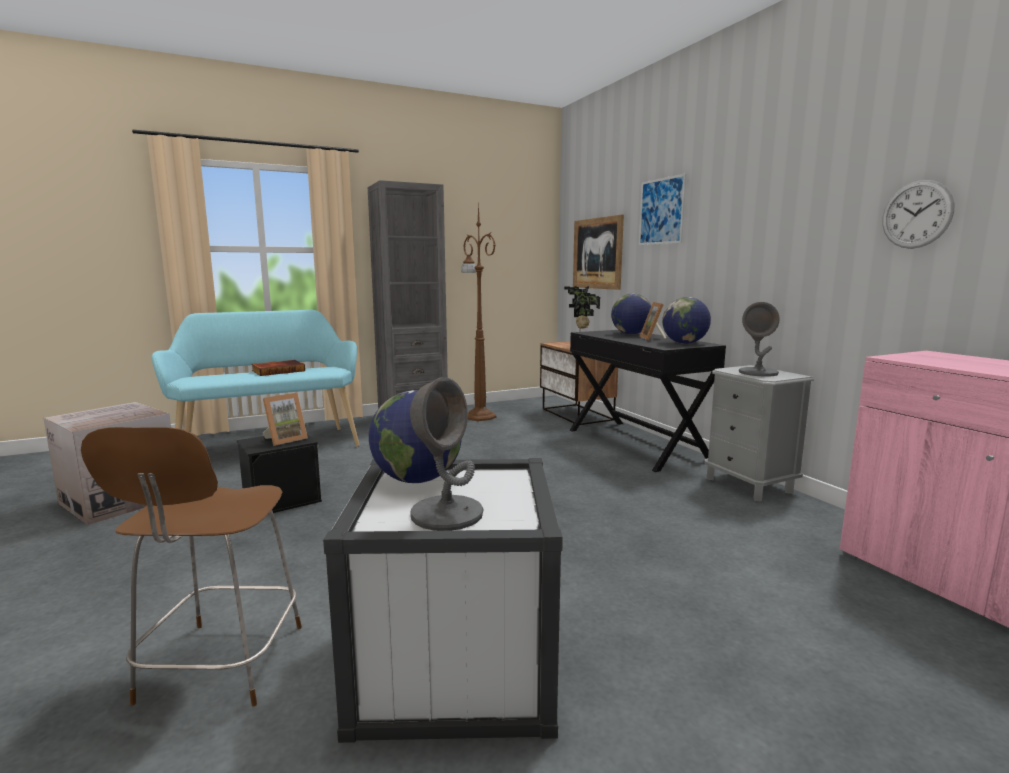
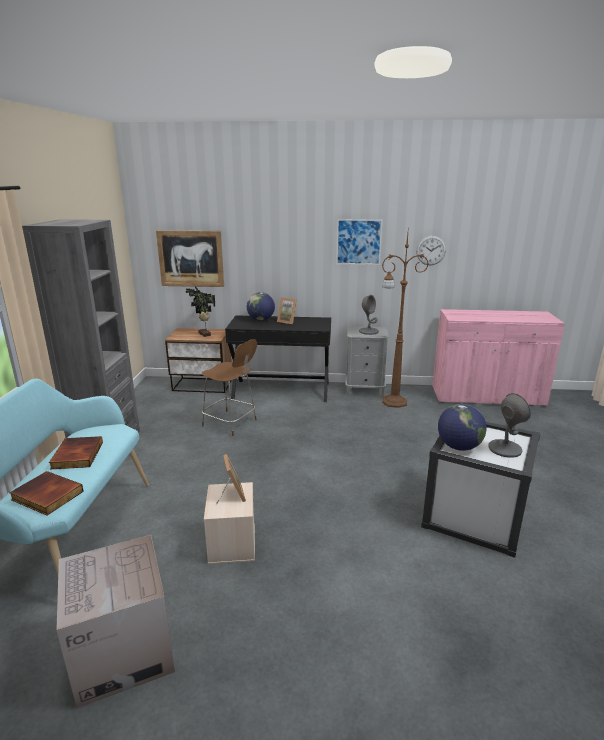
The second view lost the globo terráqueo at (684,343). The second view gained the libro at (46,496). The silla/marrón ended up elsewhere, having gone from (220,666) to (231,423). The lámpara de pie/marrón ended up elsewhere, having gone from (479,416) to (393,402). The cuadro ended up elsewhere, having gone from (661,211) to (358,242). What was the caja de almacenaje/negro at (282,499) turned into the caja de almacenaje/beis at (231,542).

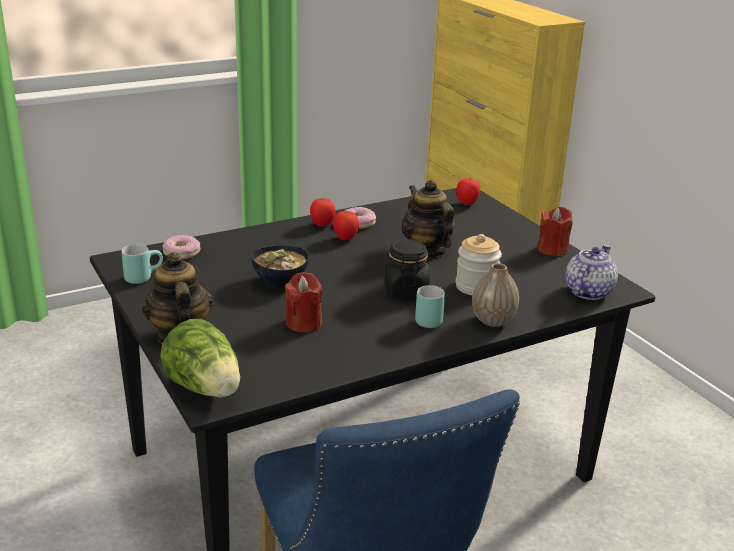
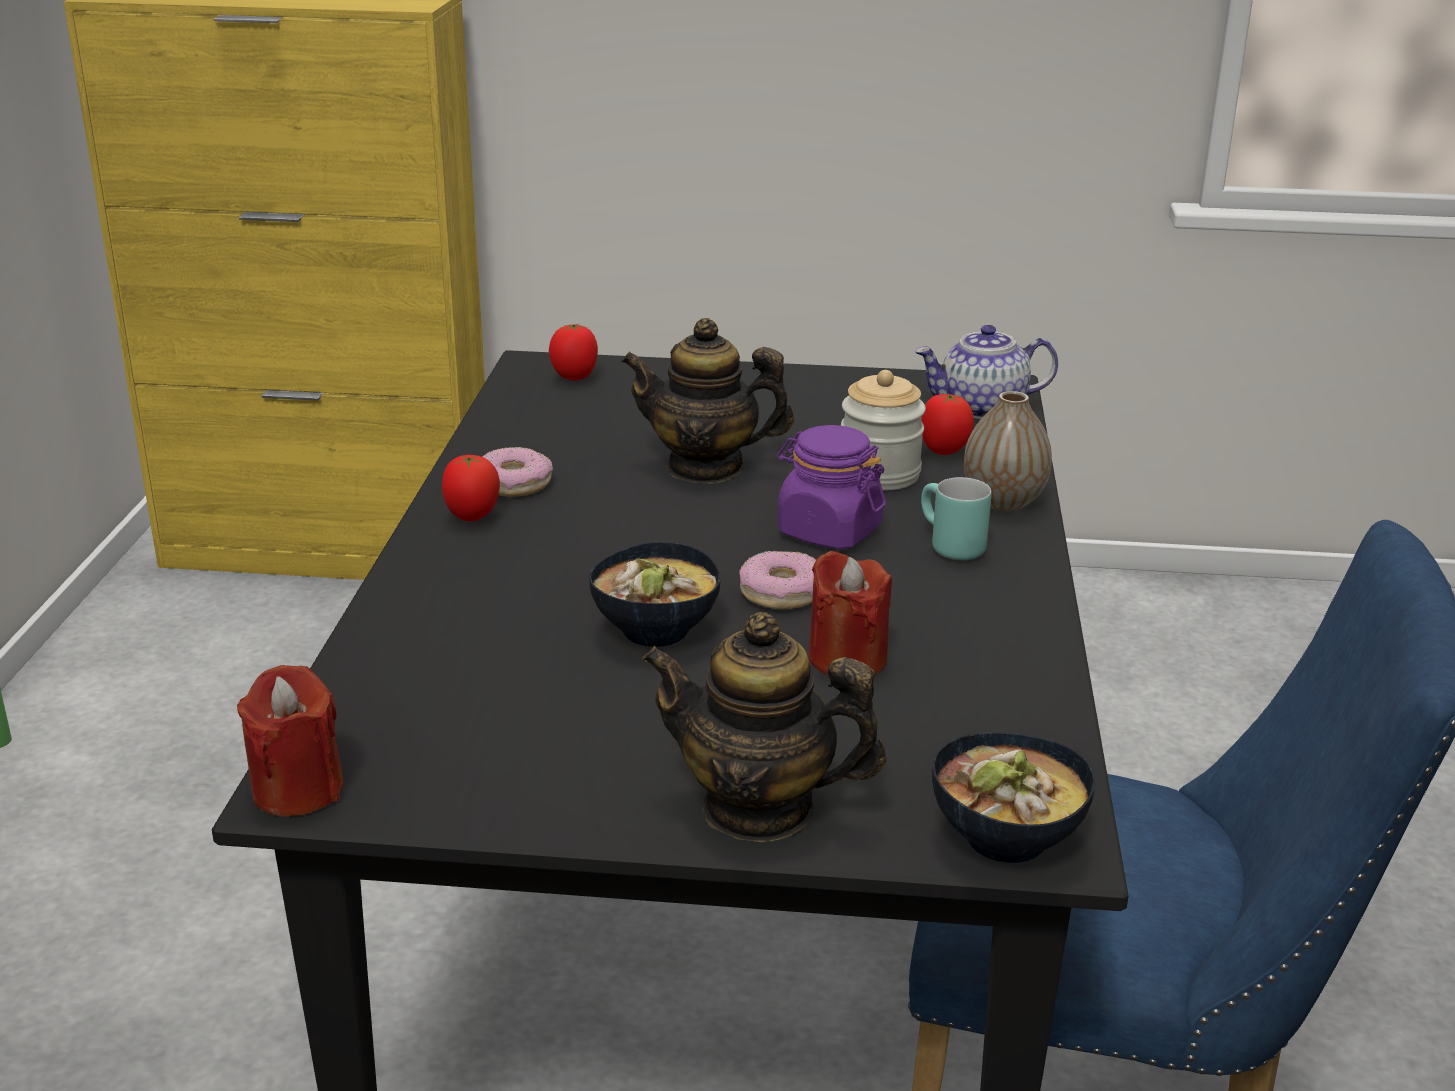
The second view lost the taza grande/turquesa at (143,277). The rosquilla ended up elsewhere, having gone from (182,253) to (781,592). The tomate ended up elsewhere, having gone from (345,238) to (944,451). The vela/rojo ended up elsewhere, having gone from (552,249) to (297,790). Where the lechuga stood at (205,388), the cuenco came to stand at (1003,837). What was the tarro/negro at (406,290) turned into the tarro/morado at (828,531). The tetera at (588,291) ended up facing another way, 75 degrees counterclockwise from before.

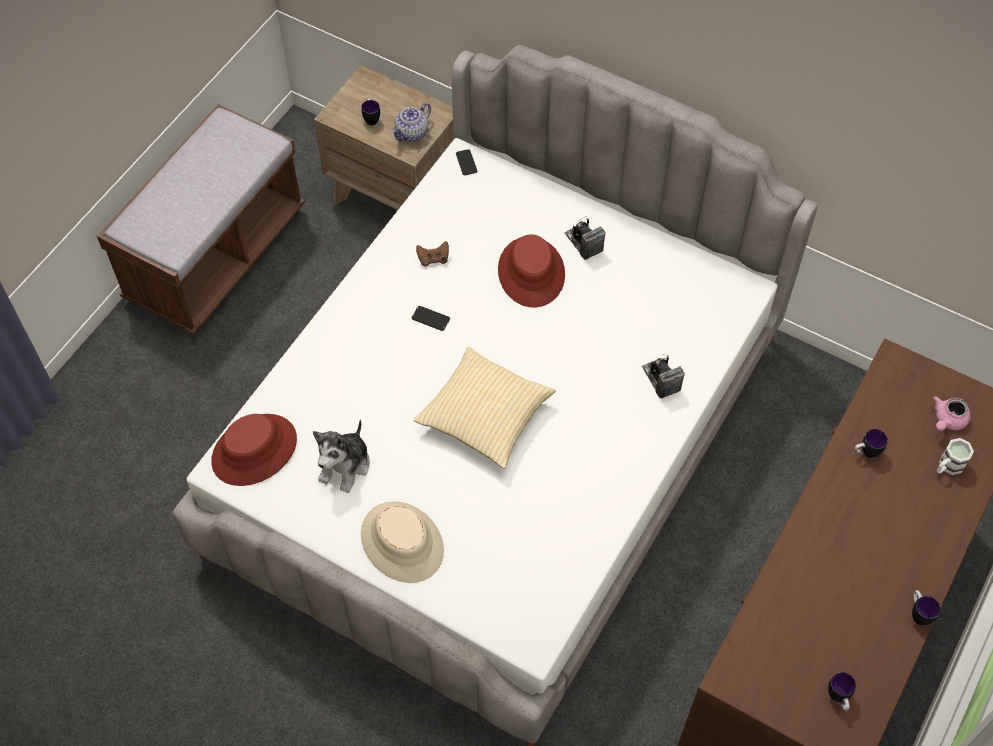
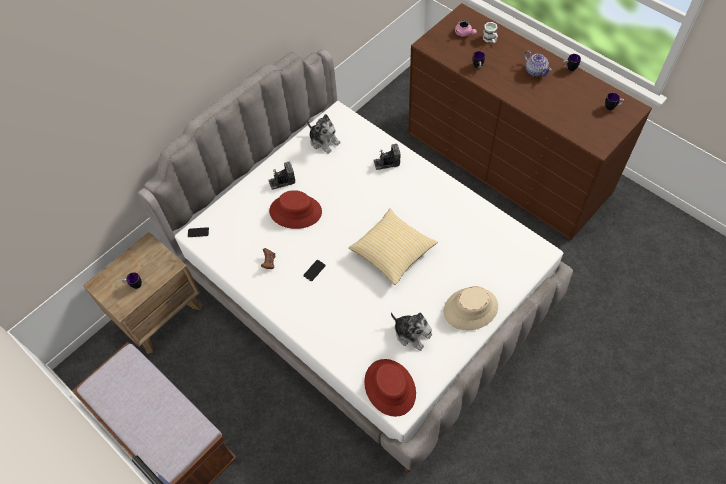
The second view gained the peluche at (324,141). The tetera ended up elsewhere, having gone from (412,133) to (535,71).

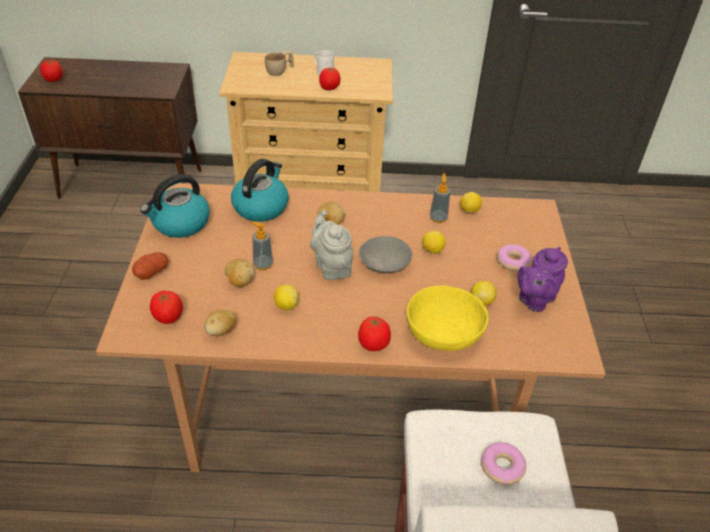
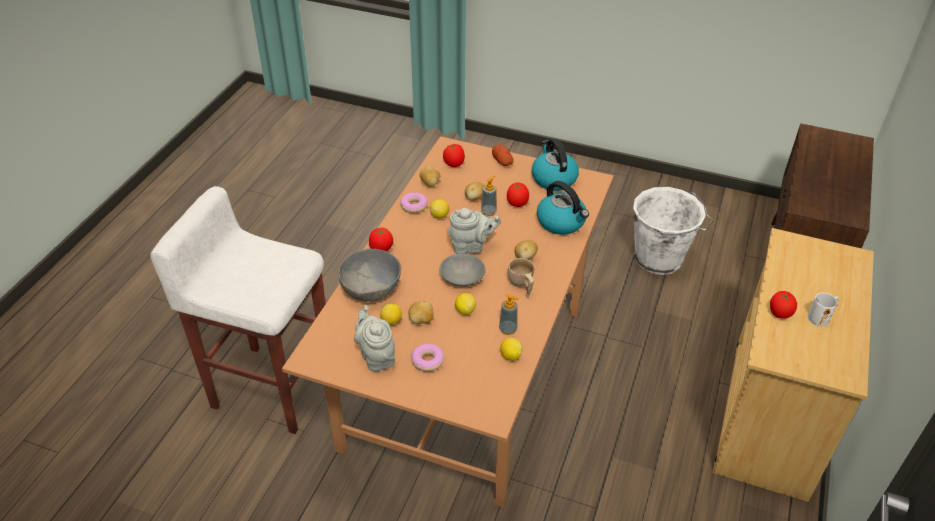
The second view gained the patata at (421,320). The second view gained the cubo/blanco at (660,259). The tomate ended up elsewhere, having gone from (54,80) to (517,203). The taza/beis ended up elsewhere, having gone from (280,71) to (521,285). The rosquilla ended up elsewhere, having gone from (502,467) to (414,206). What was the cuenco/amarillo at (443,333) turned into the cuenco/gris at (371,288). What was the tetera/morado at (534,299) turned into the tetera/gris at (376,356).

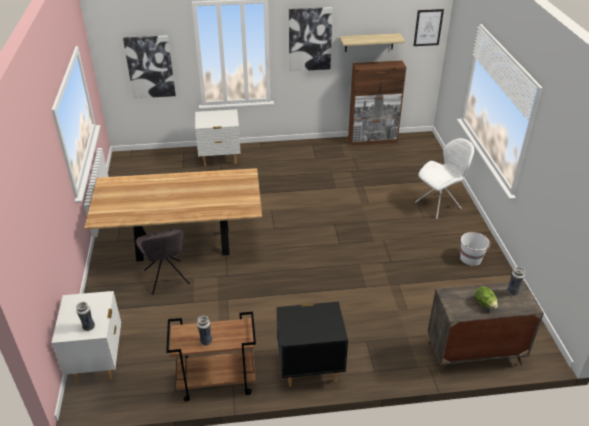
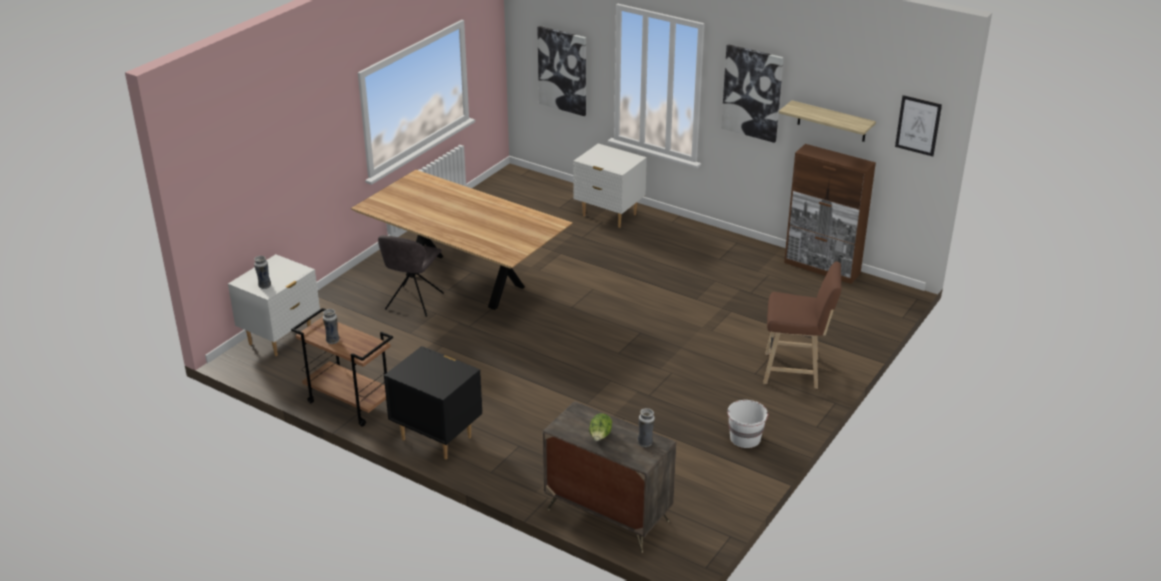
Where the silla/blanco stood at (439,205), the taburete/marrón came to stand at (795,371).

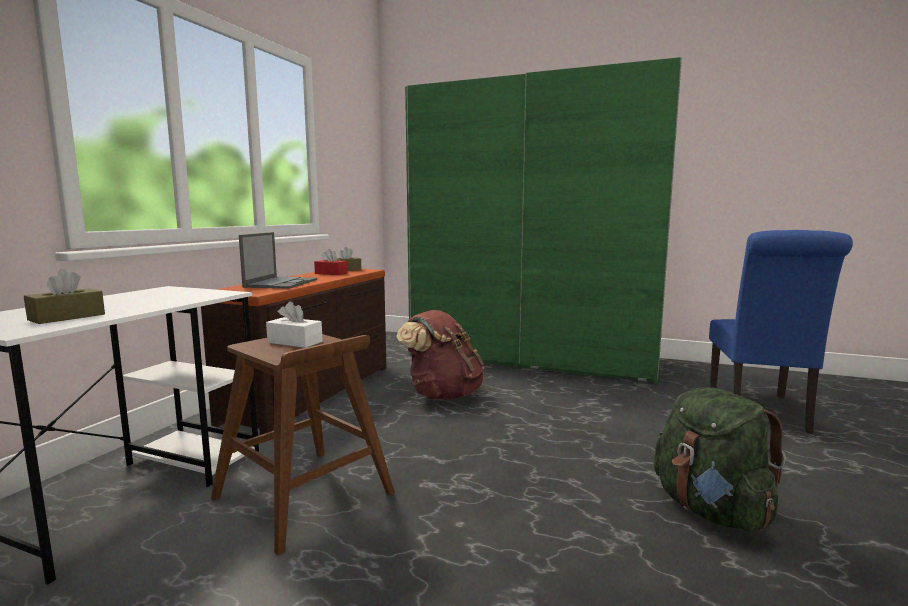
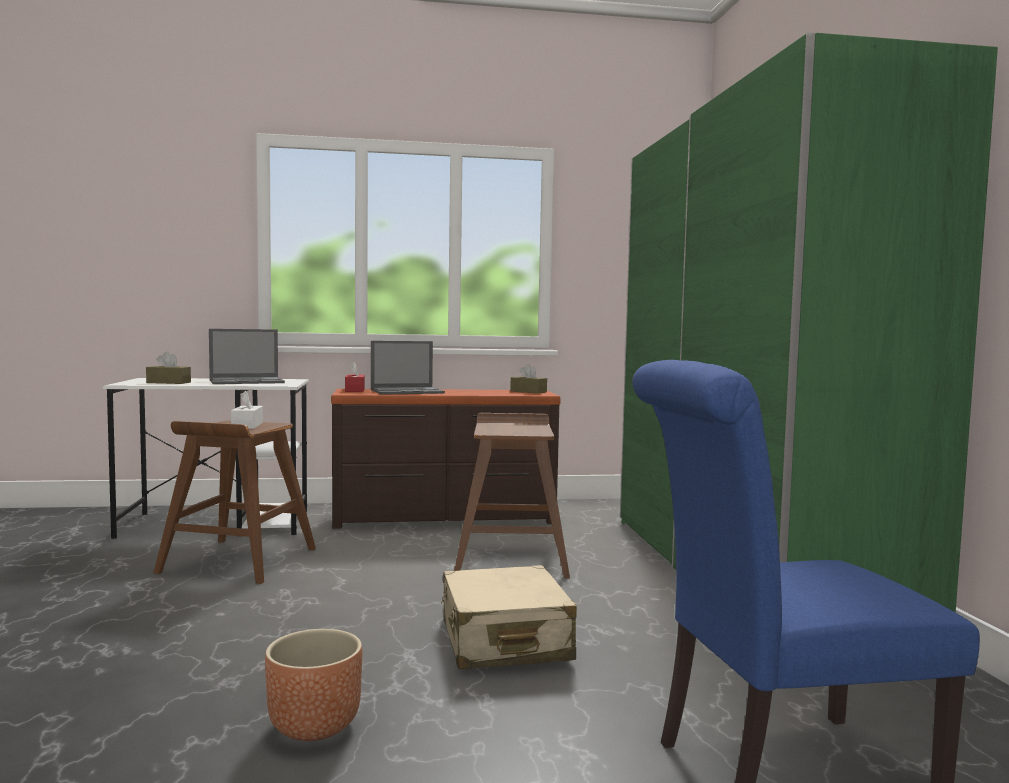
The second view gained the portátil at (247,381). The second view gained the maleta/beis at (504,641). The caja de pañuelos/rojo ended up elsewhere, having gone from (331,273) to (355,390). Where the mochila/marrón stood at (443,395), the taburete/marrón came to stand at (511,558). Where the mochila/verde stood at (710,510), the maceta/marrón came to stand at (314,727).

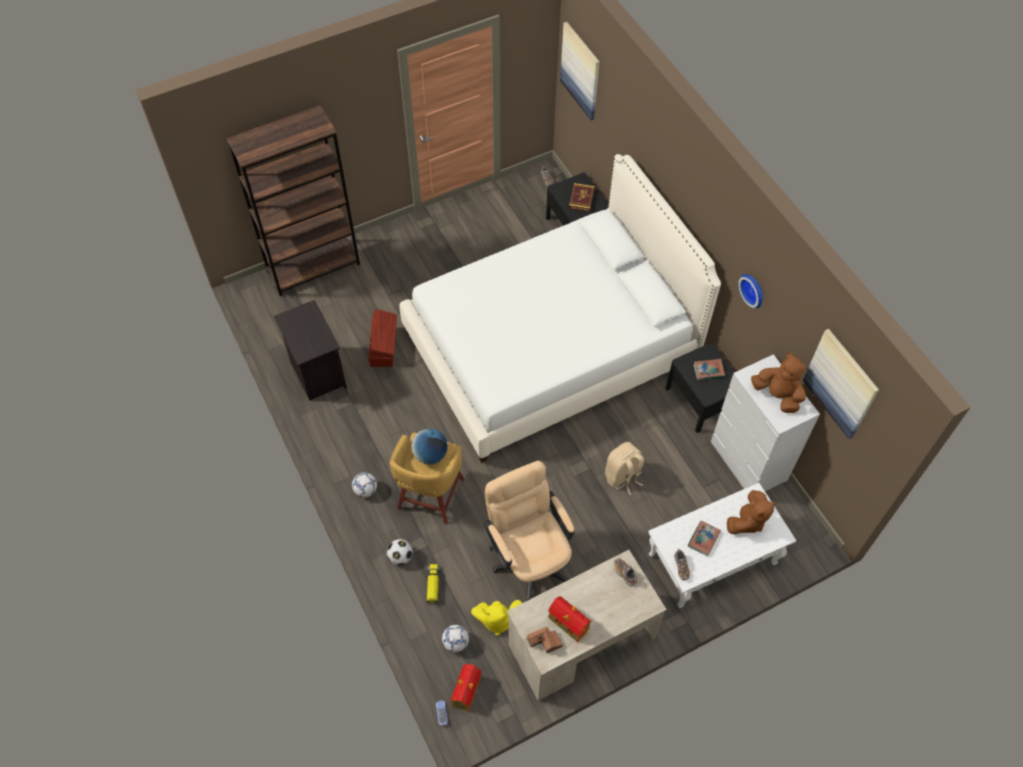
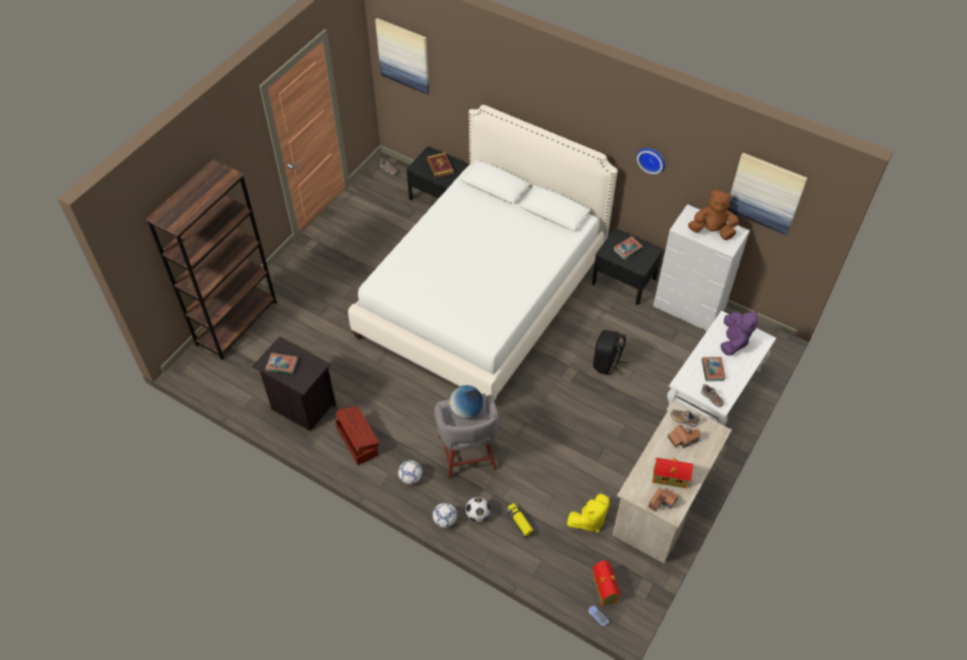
The second view lost the silla de oficina/beis at (529,558). The second view gained the libro at (282,365). The second view gained the casita at (683,439). The caja de almacenaje/marrón ended up elsewhere, having gone from (384,346) to (358,441). The balón de fútbol ended up elsewhere, having gone from (456,642) to (445,520). What was the taburete/amarillo at (429,496) turned into the taburete/gris at (467,455). What was the mochila/beis at (623,476) turned into the mochila/negro at (607,363). What was the peluche/marrón at (747,521) turned into the peluche/morado at (733,341).

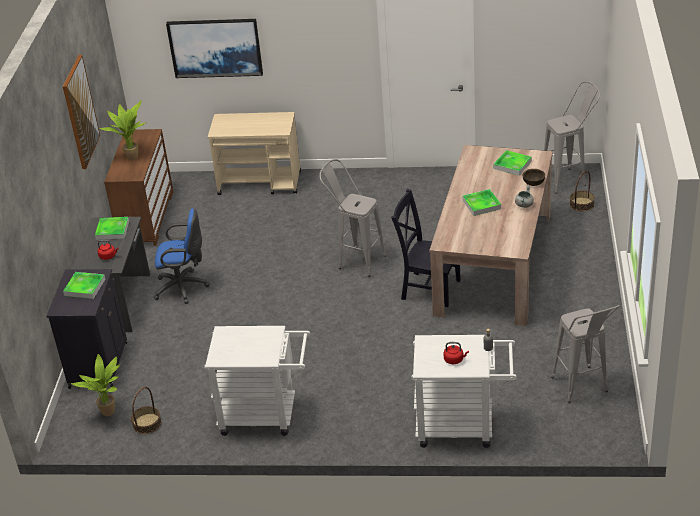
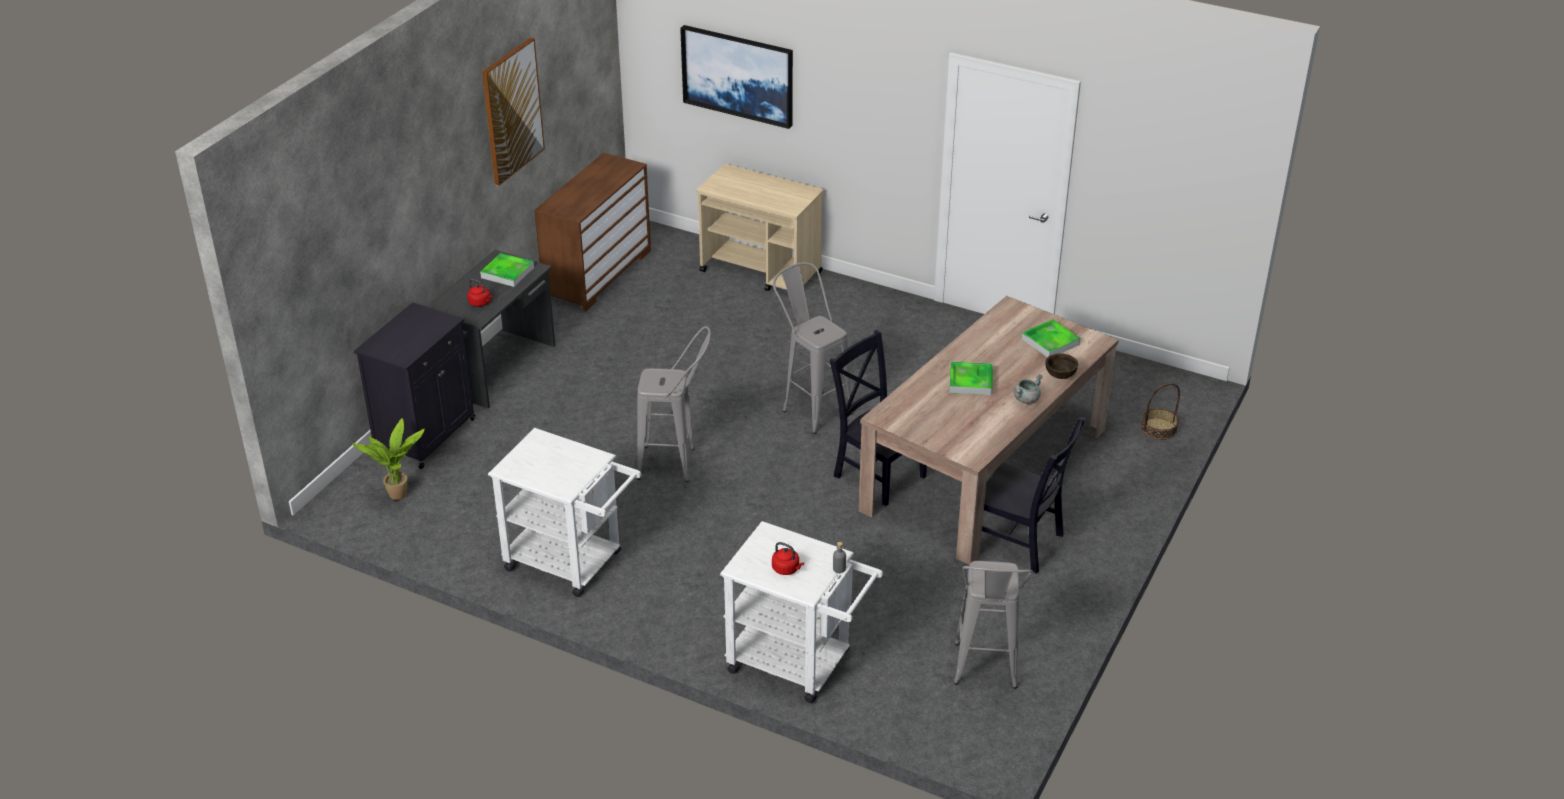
The second view lost the bandeja at (85,287). The second view lost the planta en maceta at (132,157). The second view lost the cesta at (147,423). The second view lost the silla de oficina/azul at (184,287). The second view gained the silla/negro at (1021,543). The taburete/gris ended up elsewhere, having gone from (569,179) to (677,464).

